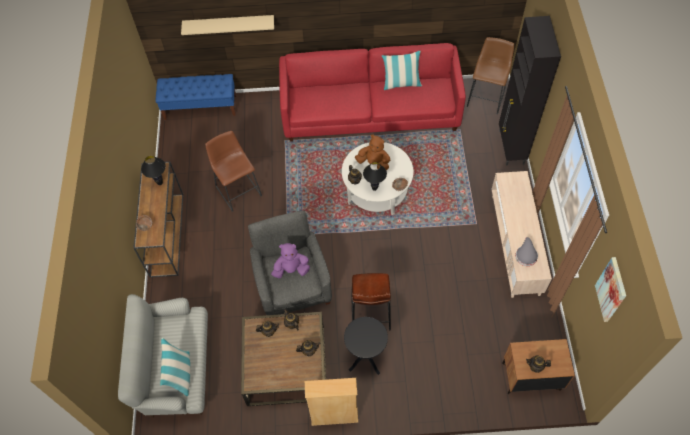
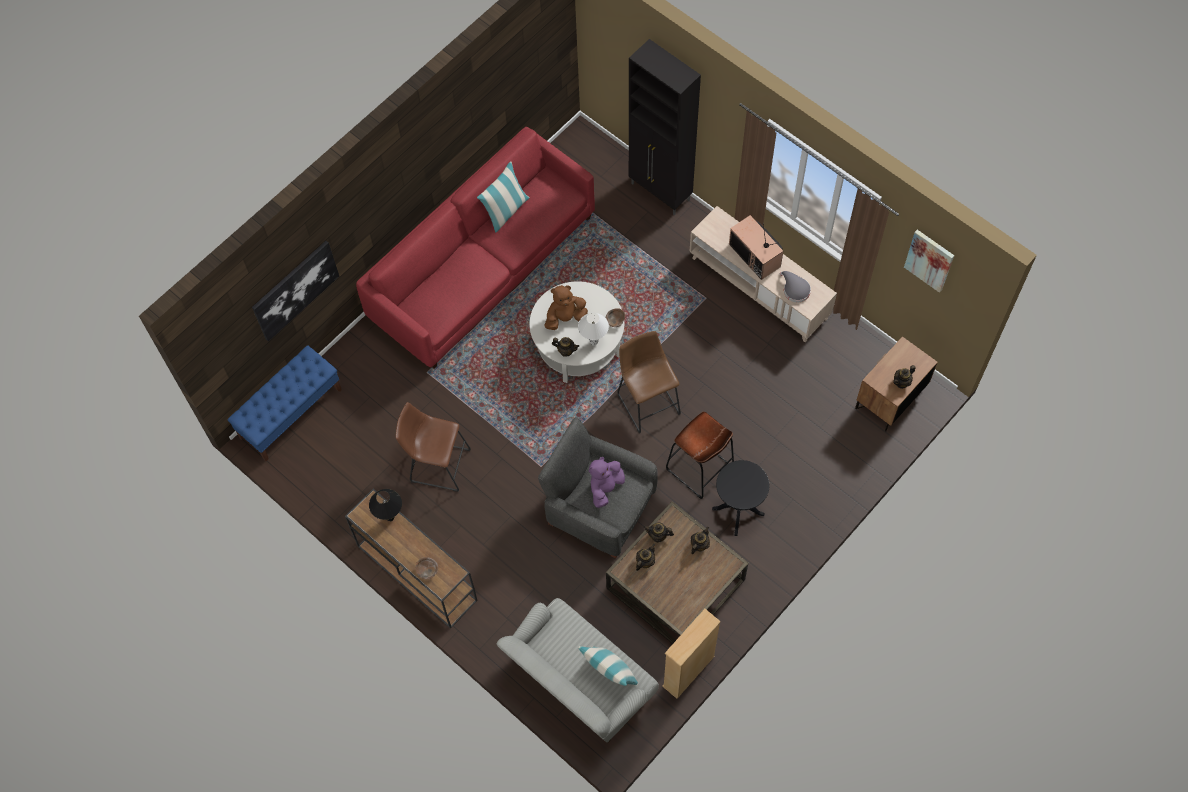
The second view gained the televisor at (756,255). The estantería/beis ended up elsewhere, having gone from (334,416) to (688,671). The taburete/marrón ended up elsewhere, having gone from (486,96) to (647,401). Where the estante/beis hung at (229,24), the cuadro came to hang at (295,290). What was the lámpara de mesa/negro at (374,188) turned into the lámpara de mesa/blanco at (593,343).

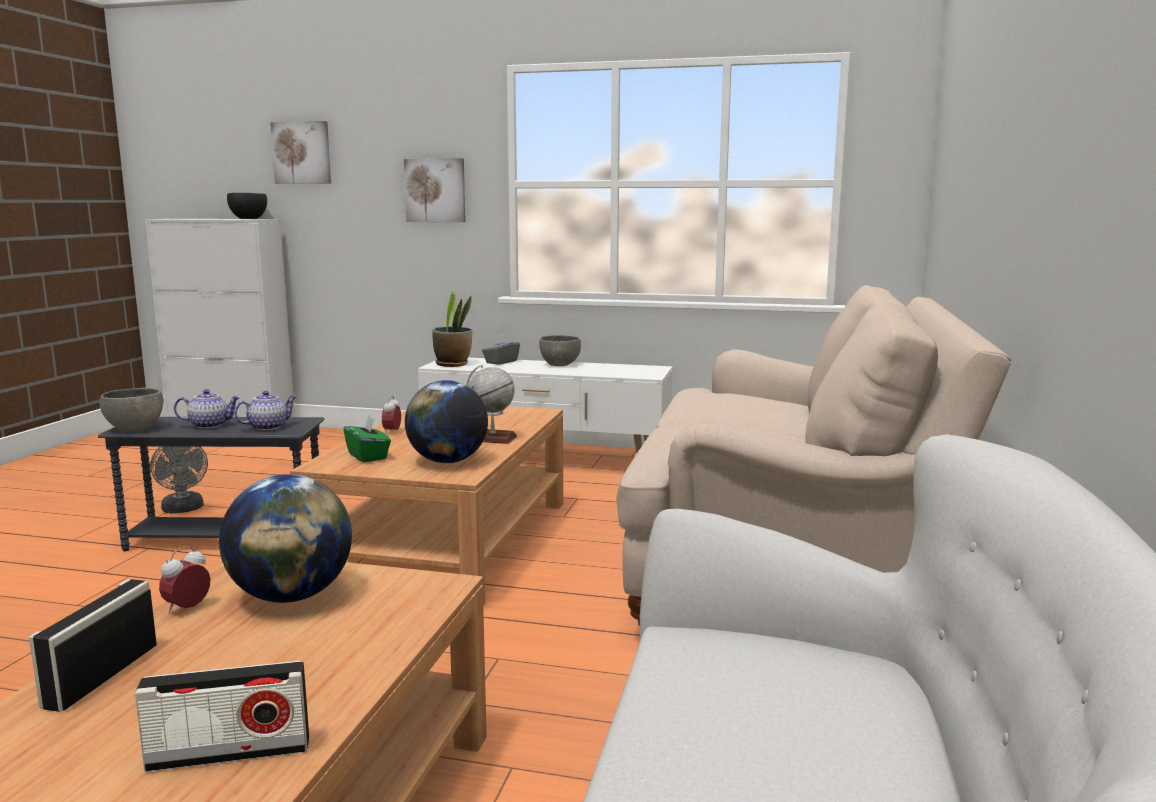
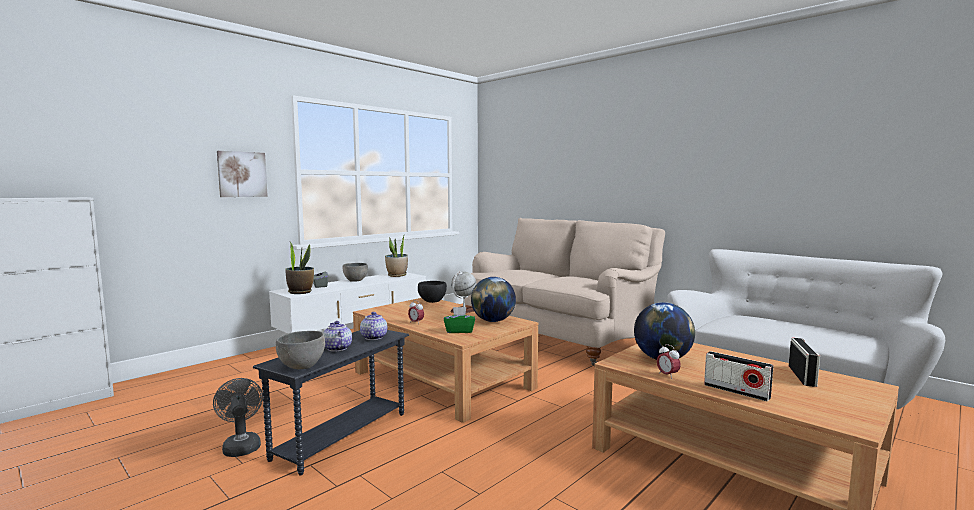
The second view lost the cuadro at (302,153). The second view gained the planta en maceta at (397,275). The cuenco/negro ended up elsewhere, having gone from (249,218) to (432,301). The ventilador/gris at (183,510) ended up facing another way, 120 degrees counterclockwise from before. The tetera at (209,425) ended up facing another way, 45 degrees counterclockwise from before.

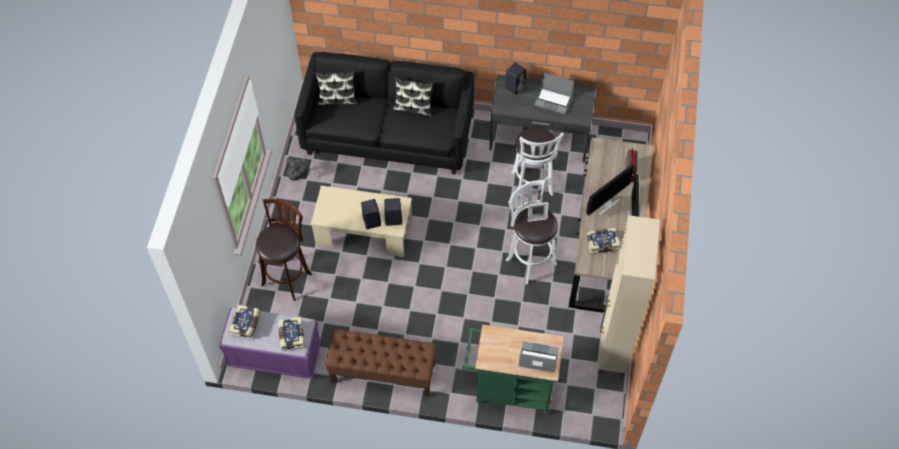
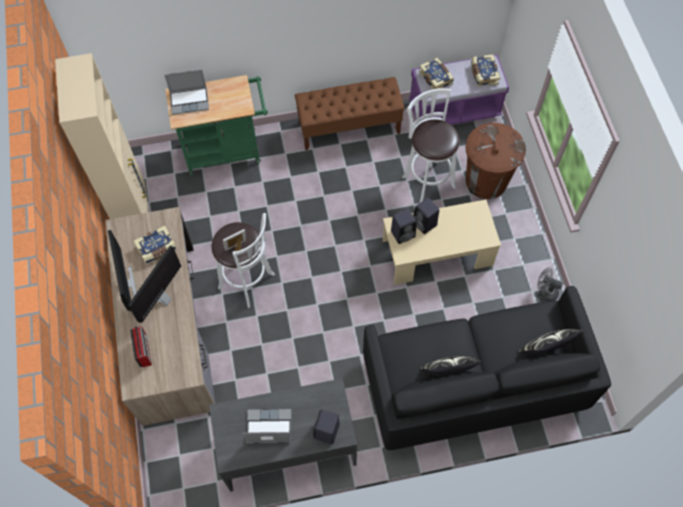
The taburete/blanco ended up elsewhere, having gone from (532,185) to (427,180). Where the taburete/marrón stood at (288,277), the papelera/marrón came to stand at (486,181).

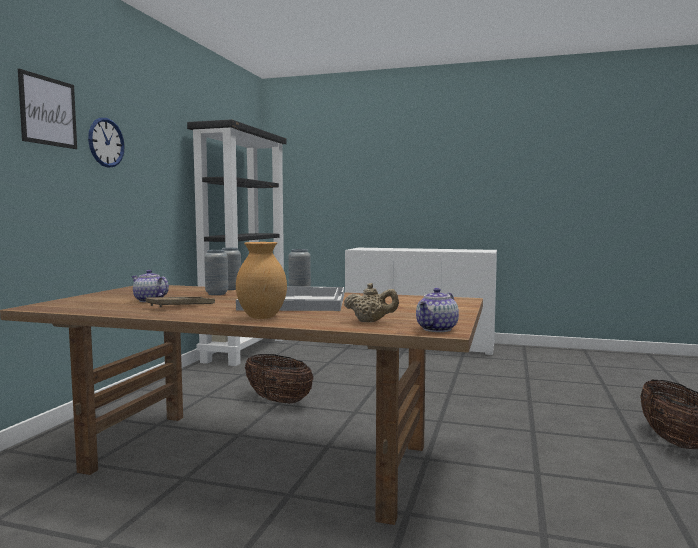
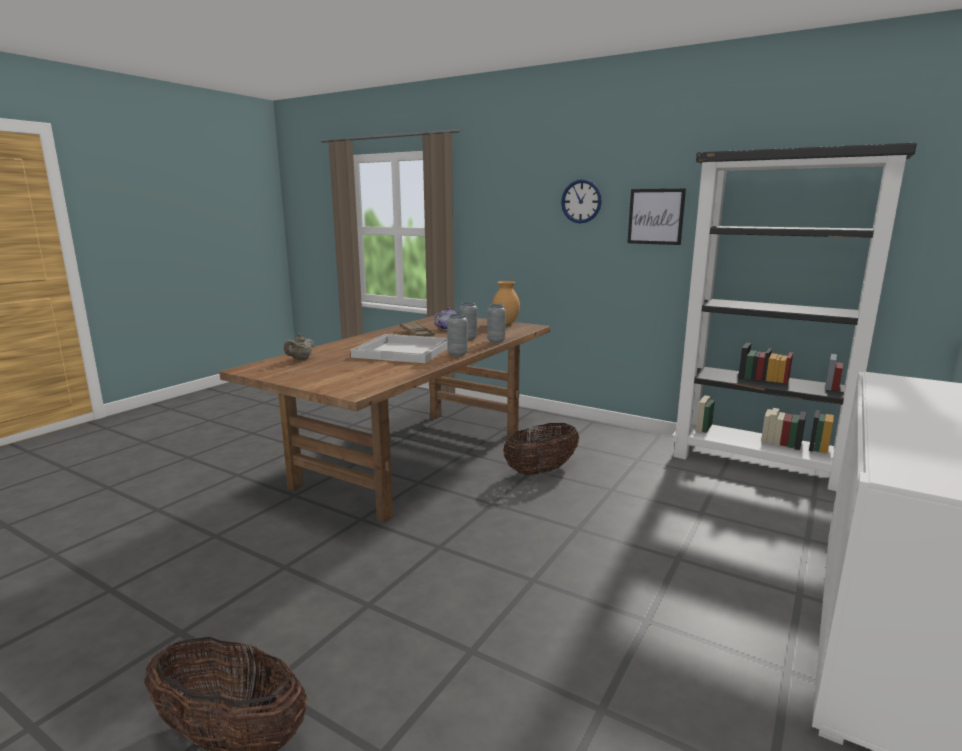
The second view lost the tetera at (437,329). The cuadro ended up elsewhere, having gone from (48,111) to (655,216). The florero/marrón ended up elsewhere, having gone from (263,317) to (505,323).

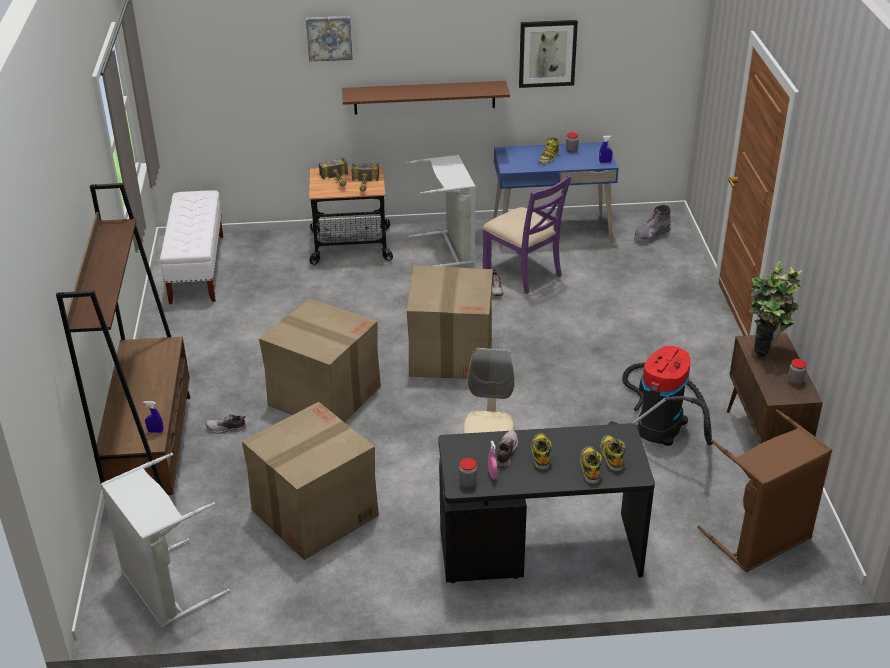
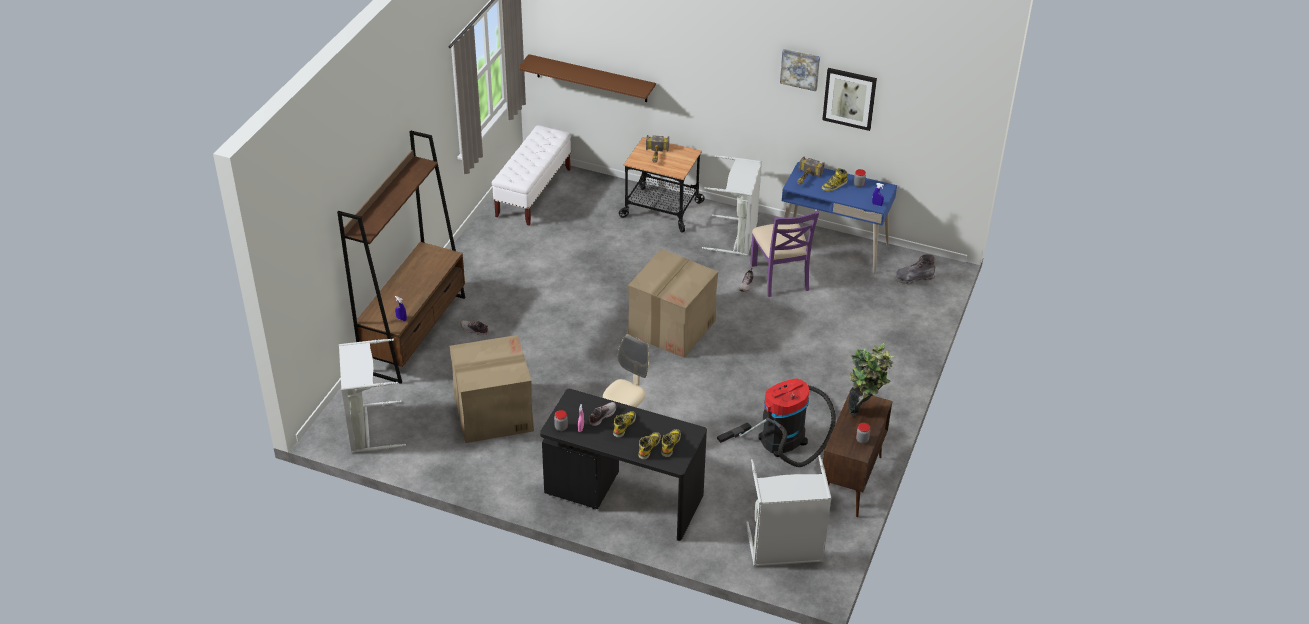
The second view lost the caja de cartón at (324,395). The cuadro ended up elsewhere, having gone from (329,37) to (800,68). The estante/marrón ended up elsewhere, having gone from (424,97) to (591,78). The martillo ended up elsewhere, having gone from (364,185) to (805,178). What was the cesto de la ropa/marrón at (761,541) turned into the cesto de la ropa/gris at (785,549).

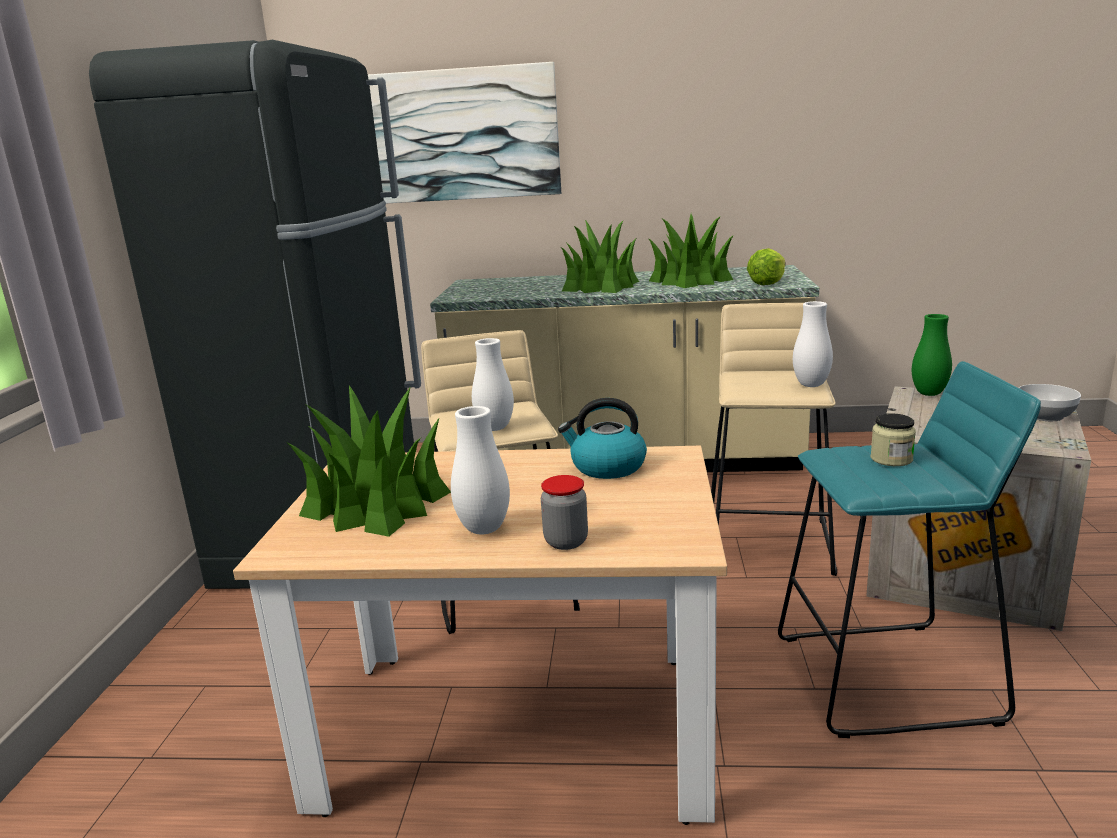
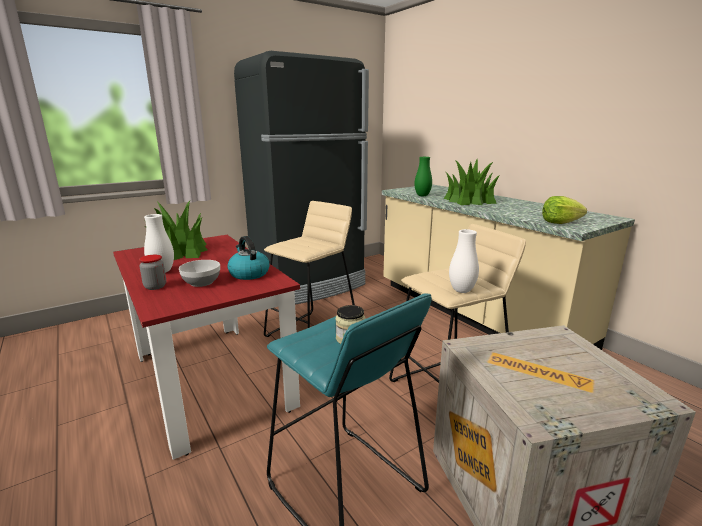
The second view lost the cuadro at (466,135). The second view lost the florero/blanco at (495,428). The second view lost the planta en maceta at (691,280). The florero/verde ended up elsewhere, having gone from (929,393) to (422,195). The cuenco ended up elsewhere, having gone from (1044,415) to (202,282). What was the mesa de comedor/beis at (518,731) turned into the mesa de comedor/rojo at (211,380).

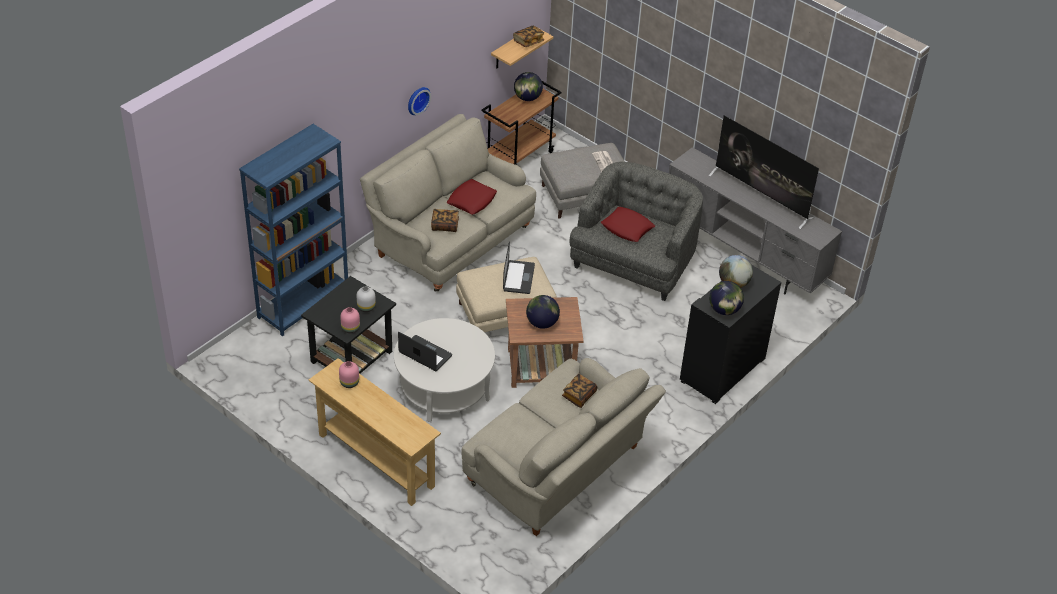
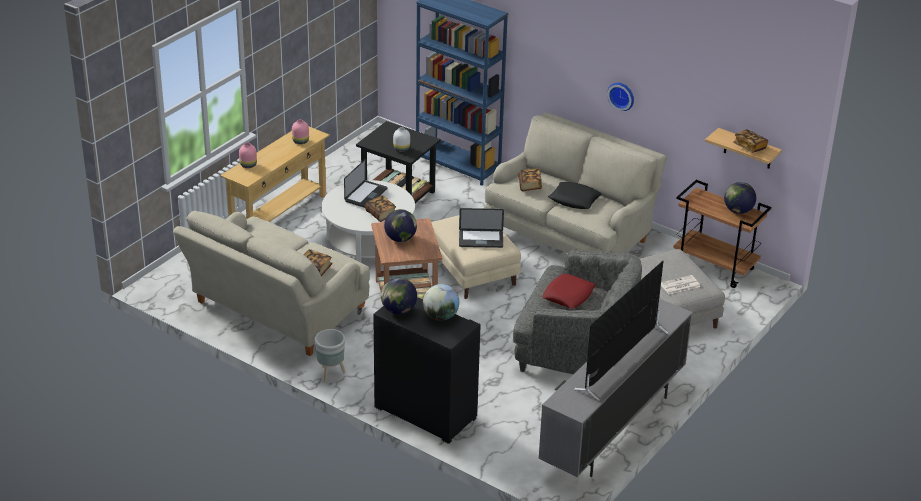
The second view gained the maceta/gris at (330,374). The second view gained the libro at (381,214). The florero/rosa ended up elsewhere, having gone from (350,329) to (248,165). What was the cojín/rojo at (472,200) turned into the cojín/negro at (574,200).

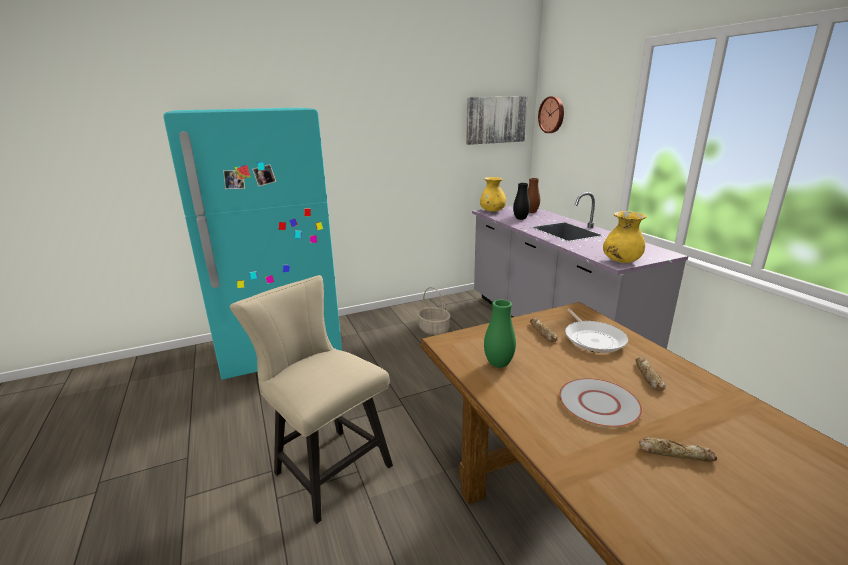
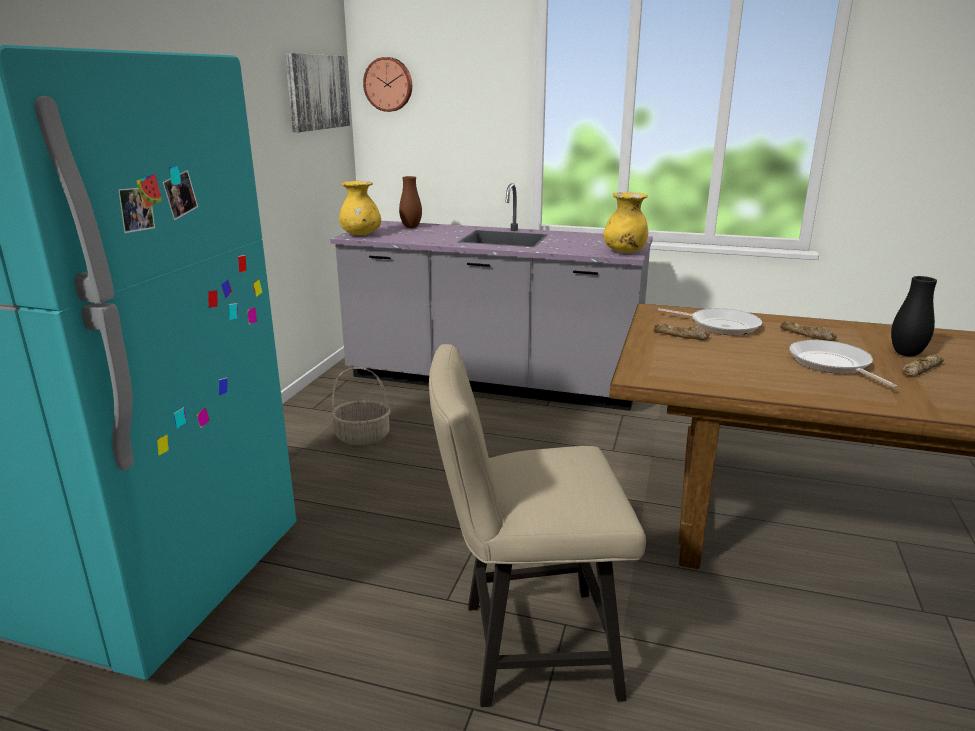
The second view lost the florero/verde at (498,364). The florero/negro ended up elsewhere, having gone from (520,219) to (906,354). Where the plato/gris stood at (598,404), the sartén came to stand at (832,364).

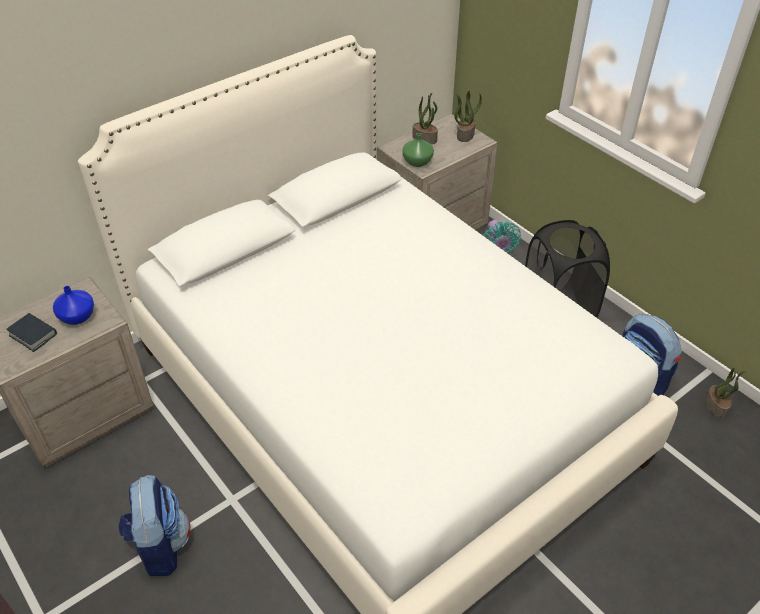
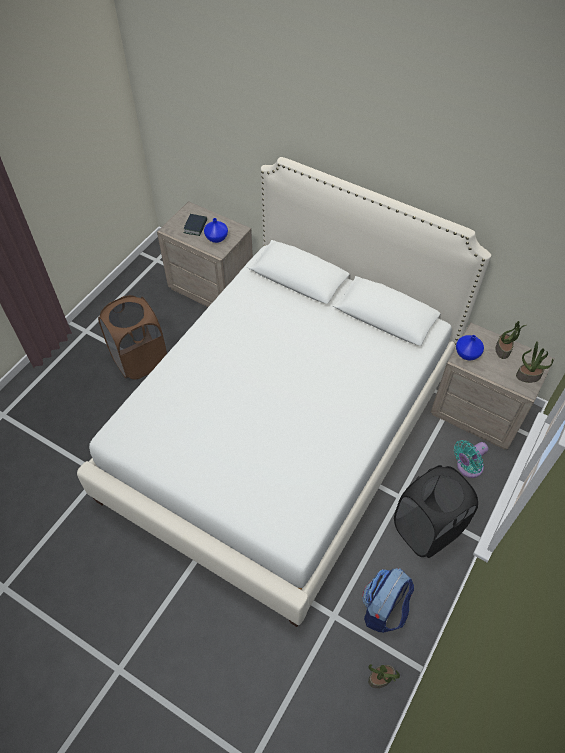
Where the mochila stood at (160,545), the cesto de la ropa/marrón came to stand at (140,360). What was the florero/verde at (417,162) turned into the florero/azul at (466,353).

